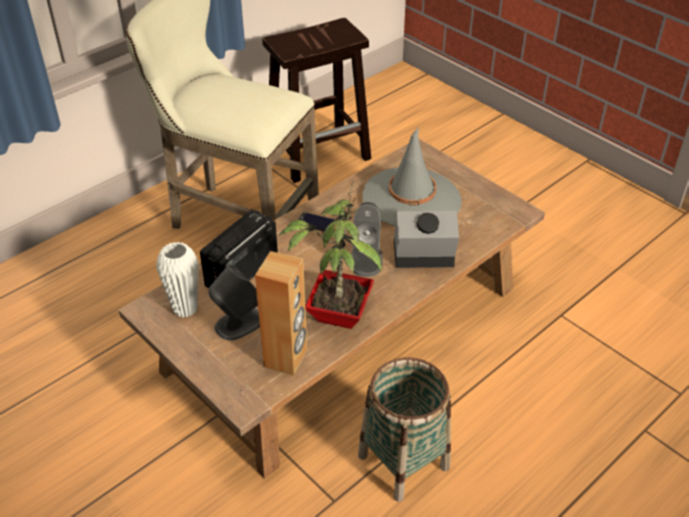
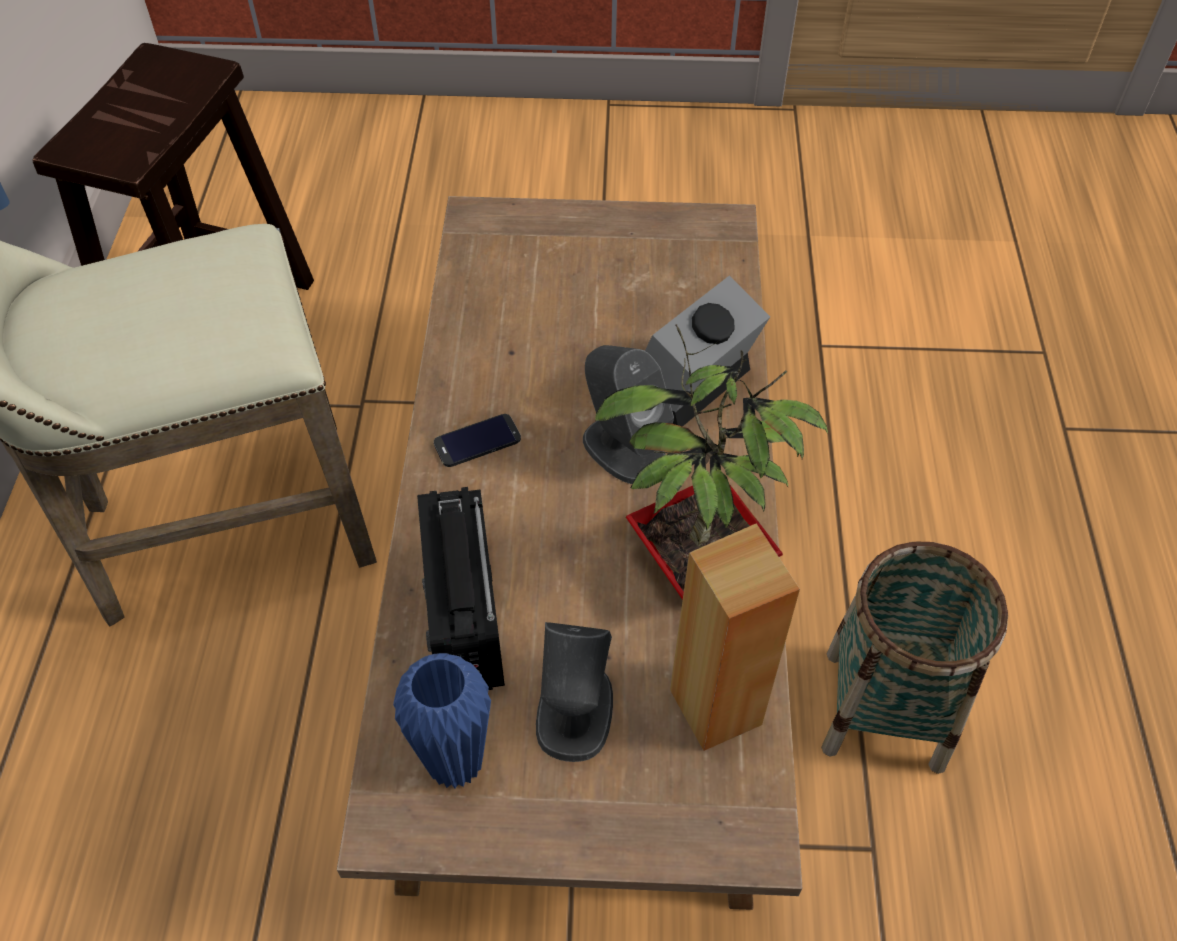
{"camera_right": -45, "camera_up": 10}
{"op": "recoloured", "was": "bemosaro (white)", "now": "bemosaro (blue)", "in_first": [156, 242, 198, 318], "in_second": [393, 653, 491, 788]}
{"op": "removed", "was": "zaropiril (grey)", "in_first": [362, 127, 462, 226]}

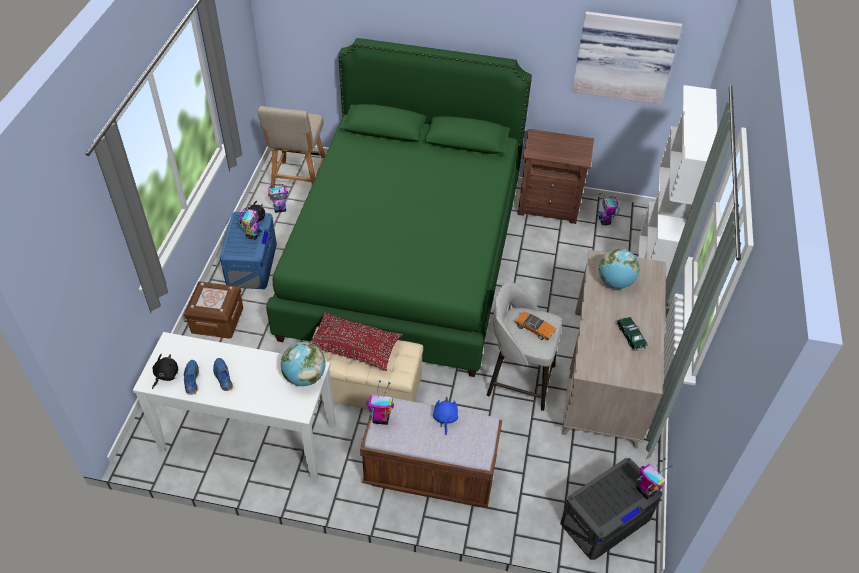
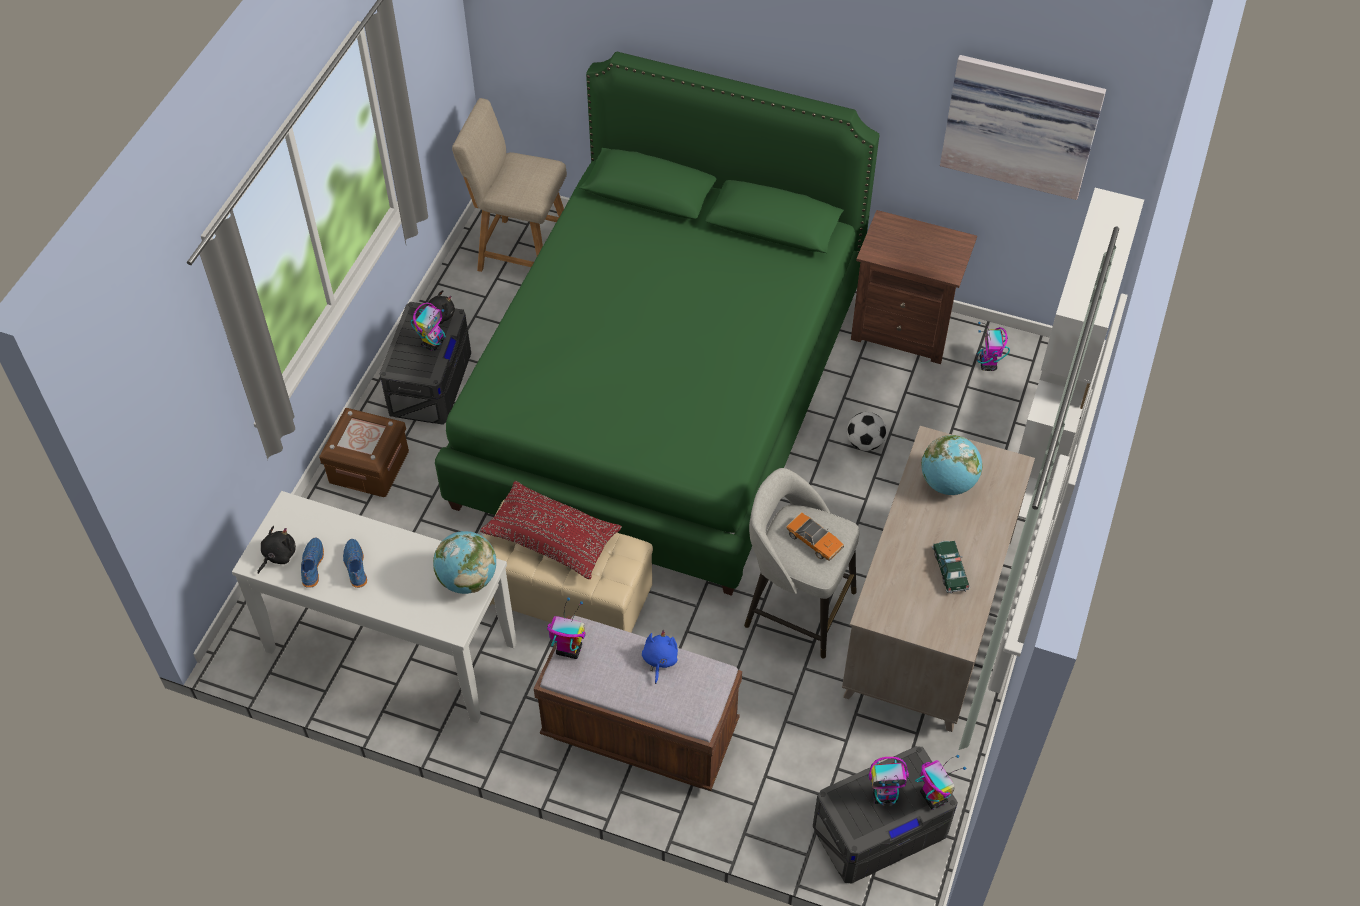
{"camera_right": 10, "camera_up": 5}
{"op": "recoloured", "was": "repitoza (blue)", "now": "repitoza (grey)", "in_first": [220, 212, 277, 289], "in_second": [380, 302, 471, 425]}
{"op": "turned", "was": "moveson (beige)", "in_first": [258, 106, 325, 188], "in_second": [452, 98, 567, 272], "clockwise": 90}
{"op": "added", "now": "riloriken", "in_second": [847, 412, 886, 451]}
{"op": "moved", "was": "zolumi", "in_first": [268, 184, 288, 213], "in_second": [868, 757, 909, 806]}

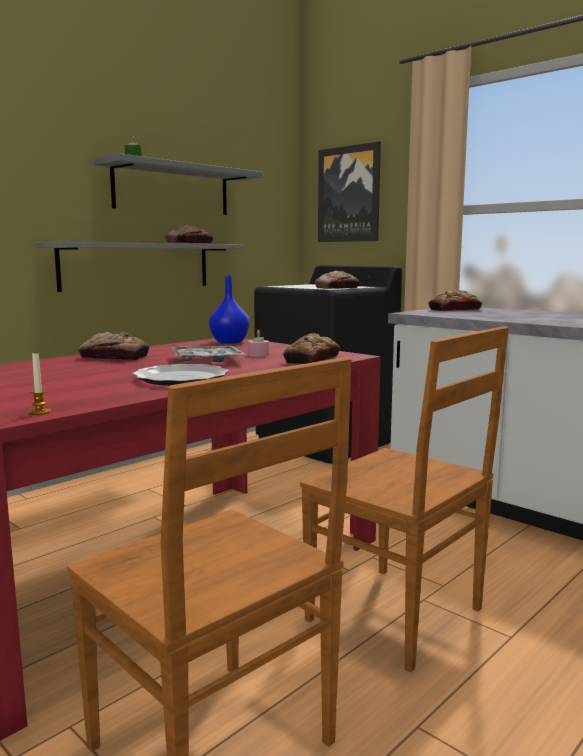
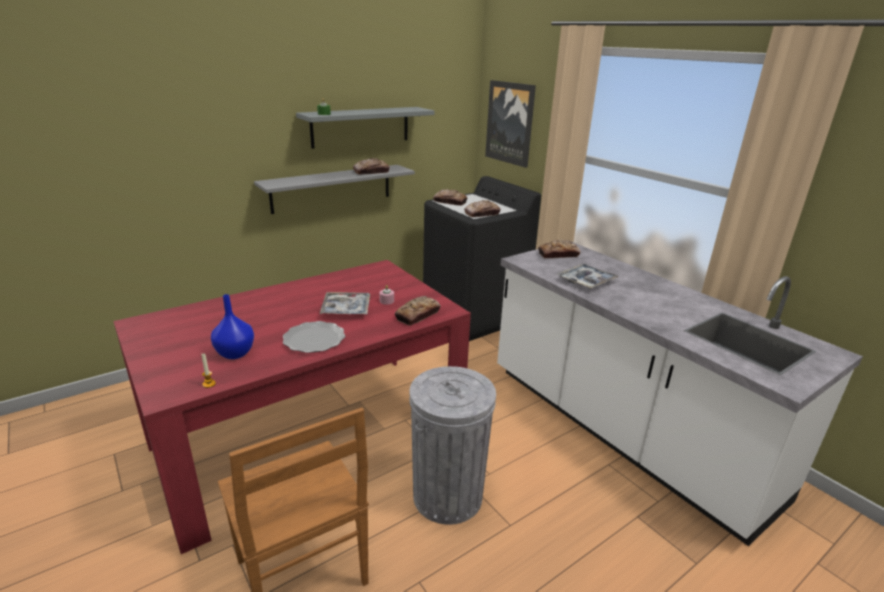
{"camera_right": 10, "camera_up": 15}
{"op": "moved", "was": "bemosaro (blue)", "in_first": [209, 276, 250, 344], "in_second": [211, 294, 254, 359]}
{"op": "replaced", "was": "moveson (brown)", "now": "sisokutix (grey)", "in_first": [300, 326, 509, 672], "in_second": [409, 366, 496, 525]}
{"op": "moved", "was": "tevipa", "in_first": [78, 332, 149, 361], "in_second": [433, 189, 468, 206]}
{"op": "added", "now": "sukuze", "in_second": [557, 264, 618, 289]}

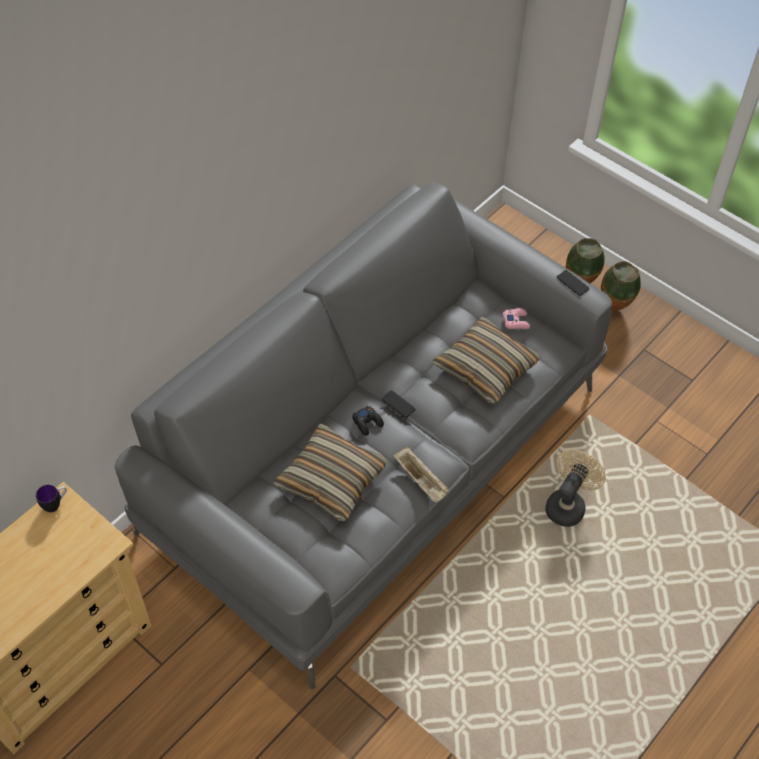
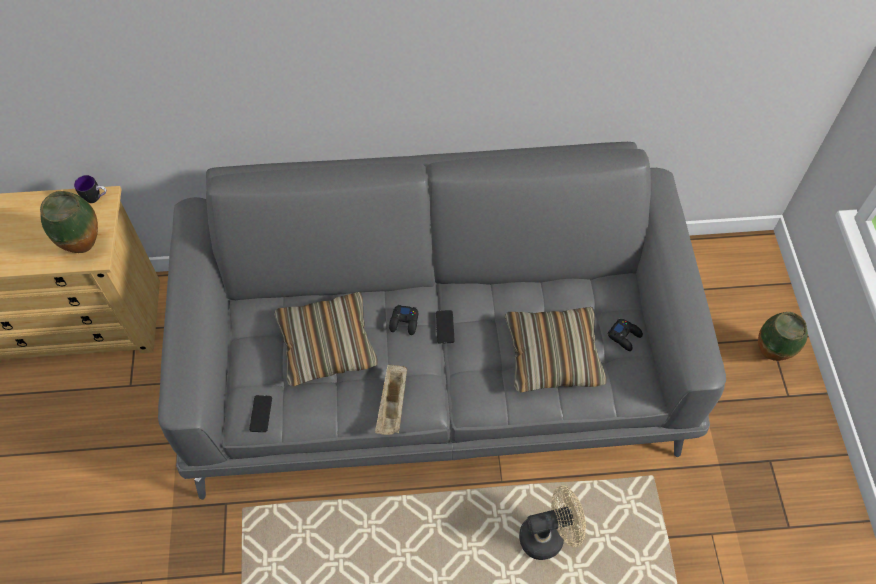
{"camera_right": 45, "camera_up": 5}
{"op": "moved", "was": "bemosaro", "in_first": [601, 261, 641, 311], "in_second": [40, 191, 98, 253]}
{"op": "moved", "was": "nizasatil", "in_first": [557, 270, 589, 296], "in_second": [249, 395, 272, 432]}
{"op": "recoloured", "was": "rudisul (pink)", "now": "rudisul (black)", "in_first": [503, 308, 530, 329], "in_second": [608, 318, 643, 351]}

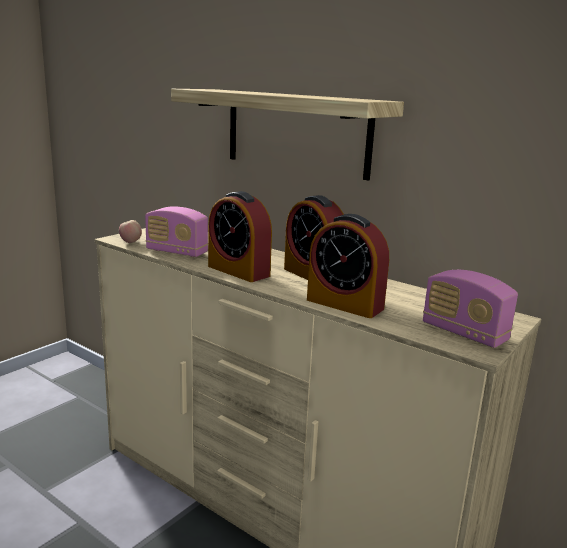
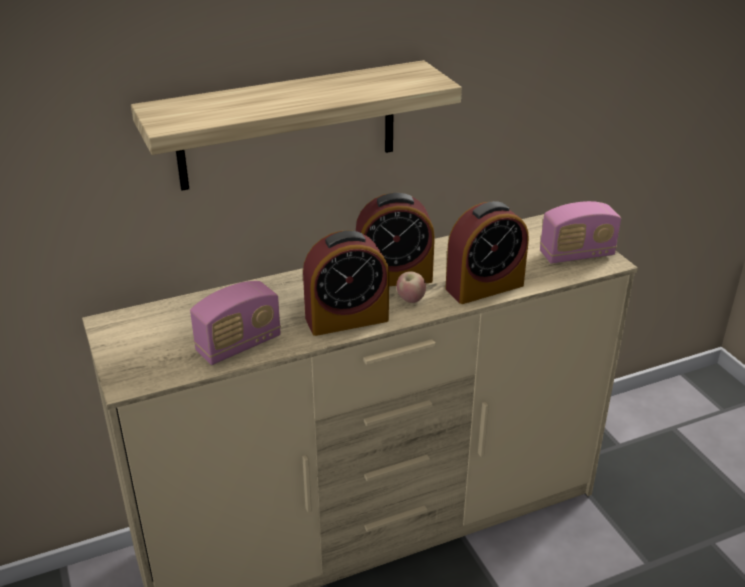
{"camera_right": -60, "camera_up": 15}
{"op": "moved", "was": "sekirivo", "in_first": [119, 220, 142, 243], "in_second": [397, 271, 426, 303]}

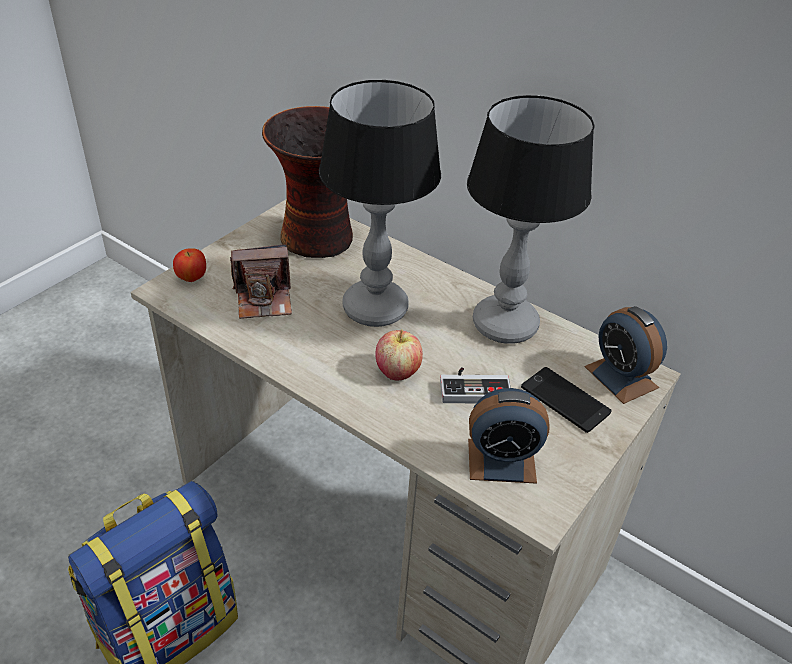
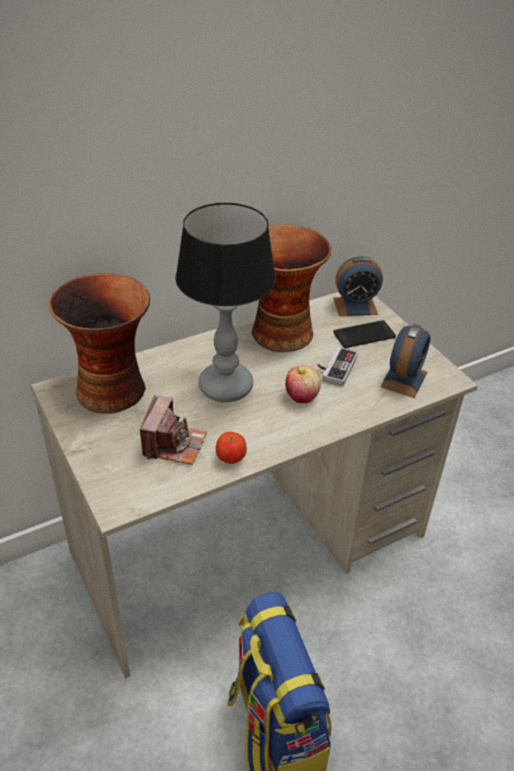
{"camera_right": -65, "camera_up": 0}
{"op": "moved", "was": "sekirivo", "in_first": [173, 248, 206, 282], "in_second": [216, 432, 247, 464]}
{"op": "replaced", "was": "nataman", "now": "bemosaro", "in_first": [467, 95, 595, 344], "in_second": [252, 225, 331, 352]}

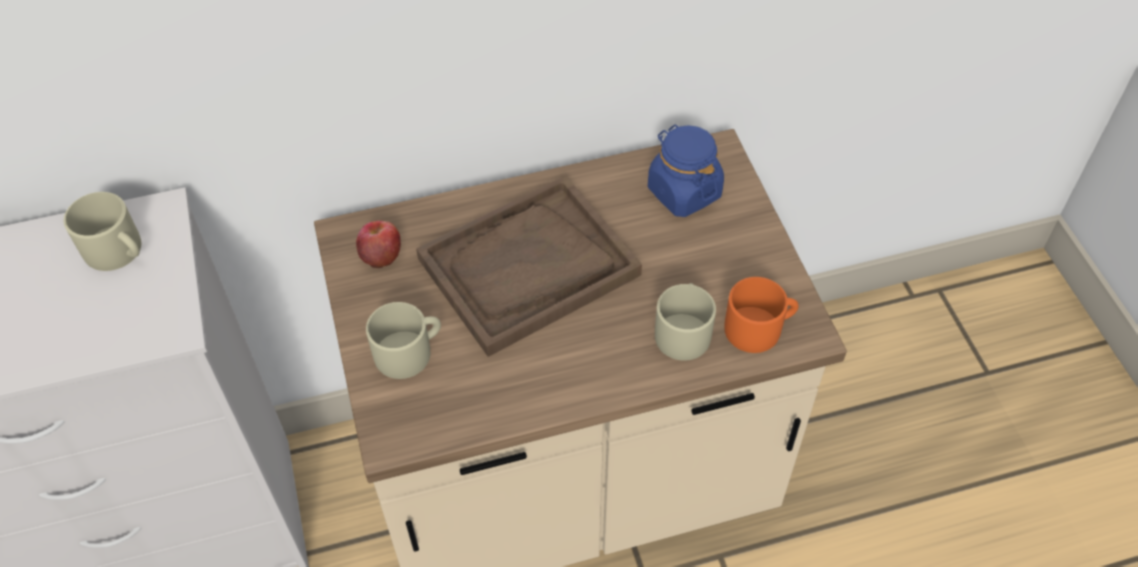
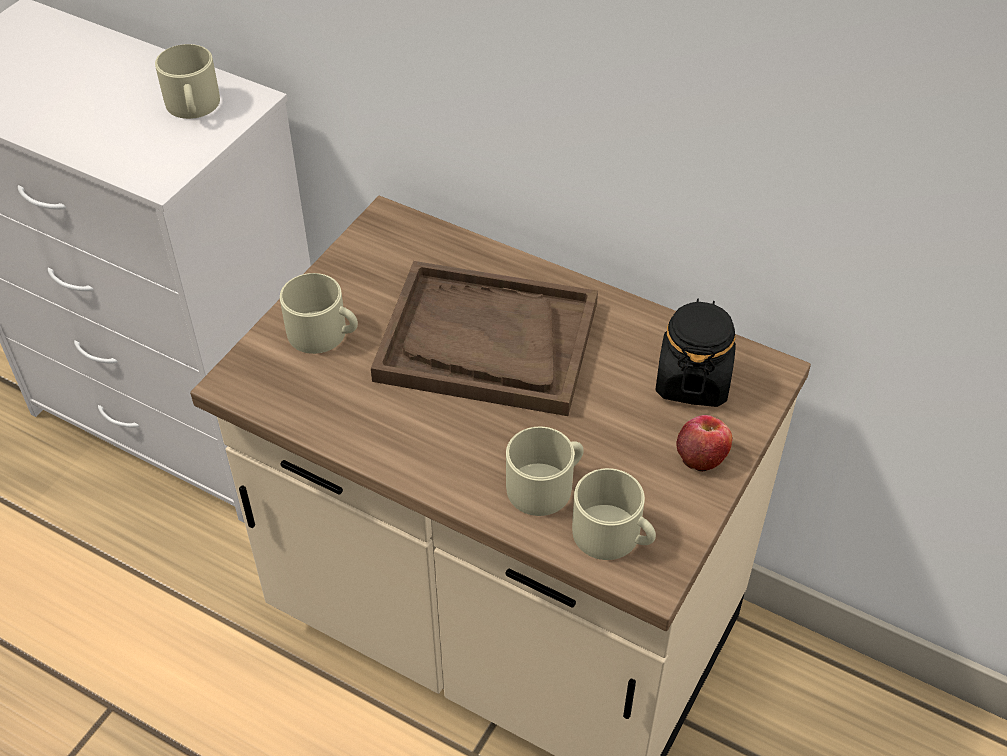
{"camera_right": 45, "camera_up": -5}
{"op": "recoloured", "was": "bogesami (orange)", "now": "bogesami (beige)", "in_first": [724, 277, 799, 353], "in_second": [572, 468, 656, 560]}
{"op": "recoloured", "was": "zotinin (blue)", "now": "zotinin (black)", "in_first": [648, 124, 724, 217], "in_second": [655, 299, 736, 407]}
{"op": "moved", "was": "sekirivo", "in_first": [356, 220, 401, 268], "in_second": [676, 415, 733, 472]}

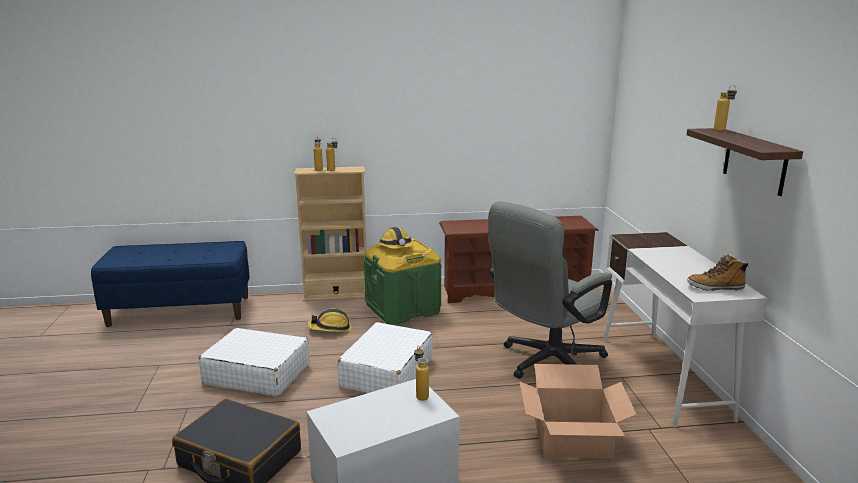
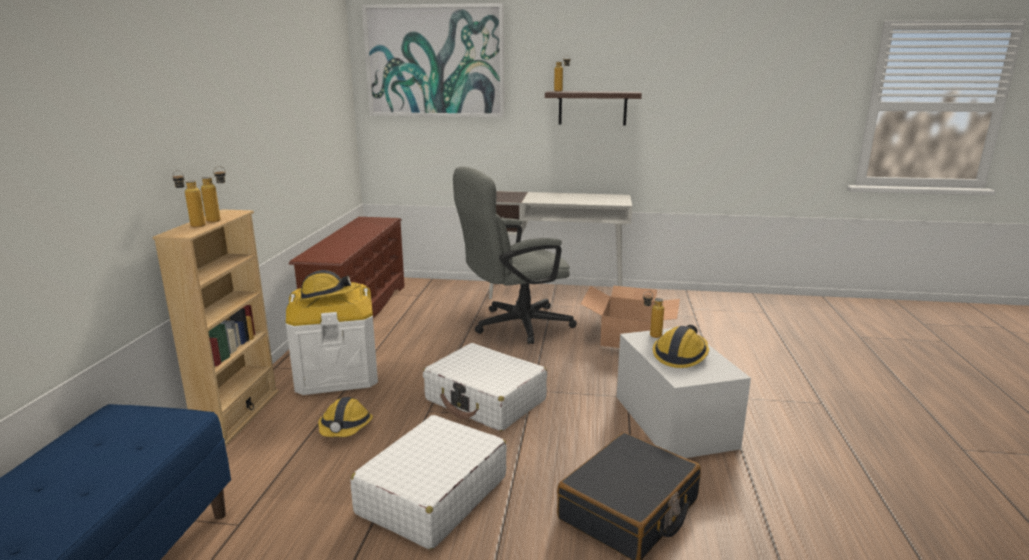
{"camera_right": -75, "camera_up": 0}
{"op": "recoloured", "was": "repitoza (green)", "now": "repitoza (white)", "in_first": [364, 239, 441, 325], "in_second": [286, 282, 378, 395]}
{"op": "added", "now": "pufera", "in_second": [362, 3, 504, 117]}
{"op": "turned", "was": "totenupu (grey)", "in_first": [488, 202, 612, 379], "in_second": [453, 166, 577, 344], "clockwise": 90}
{"op": "added", "now": "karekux", "in_second": [653, 325, 709, 368]}
{"op": "removed", "was": "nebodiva", "in_first": [687, 253, 748, 291]}

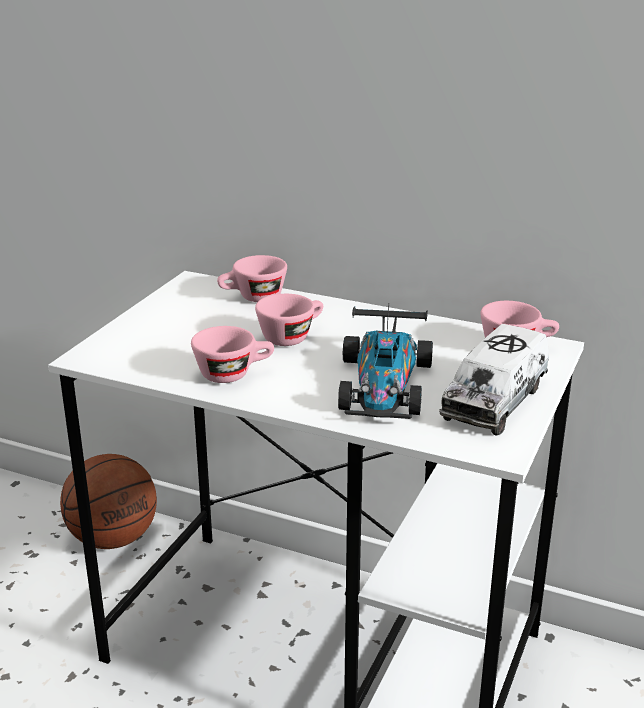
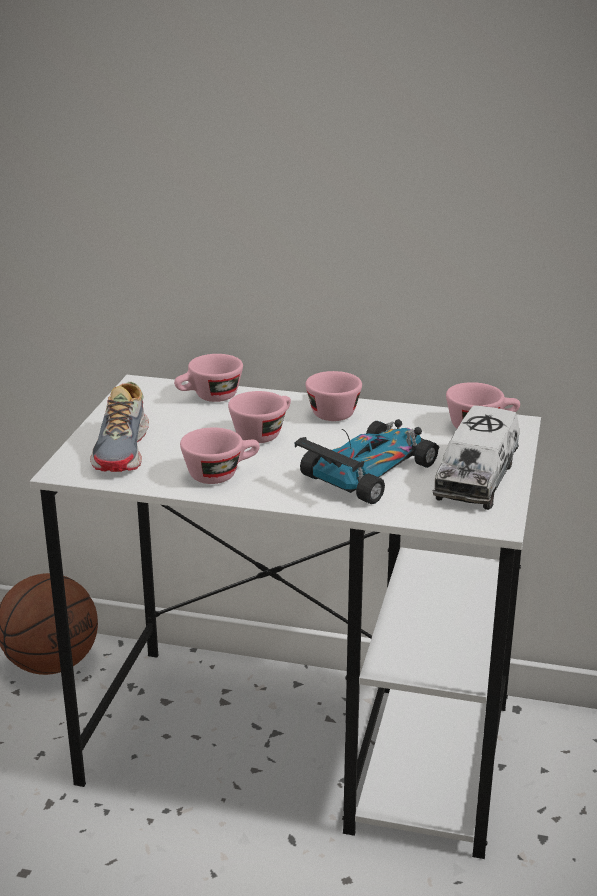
{"camera_right": -10, "camera_up": 0}
{"op": "added", "now": "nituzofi", "in_second": [90, 382, 149, 472]}
{"op": "turned", "was": "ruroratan", "in_first": [338, 303, 433, 419], "in_second": [295, 419, 440, 504], "clockwise": -135}
{"op": "added", "now": "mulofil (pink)", "in_second": [305, 371, 362, 421]}

